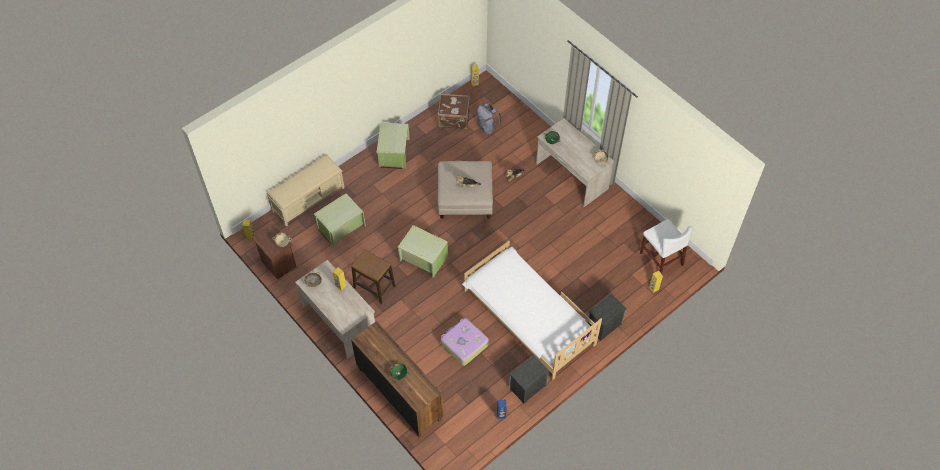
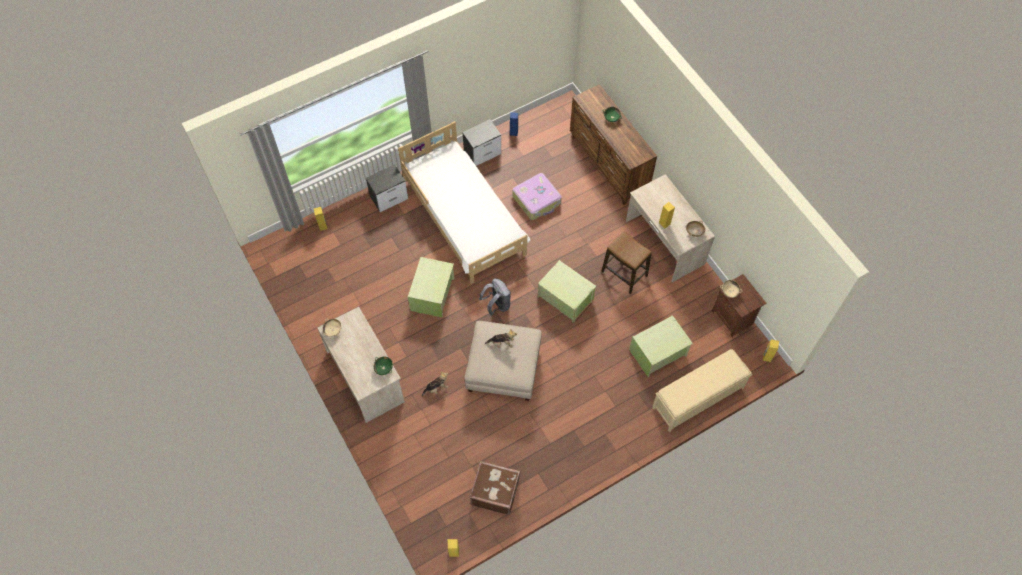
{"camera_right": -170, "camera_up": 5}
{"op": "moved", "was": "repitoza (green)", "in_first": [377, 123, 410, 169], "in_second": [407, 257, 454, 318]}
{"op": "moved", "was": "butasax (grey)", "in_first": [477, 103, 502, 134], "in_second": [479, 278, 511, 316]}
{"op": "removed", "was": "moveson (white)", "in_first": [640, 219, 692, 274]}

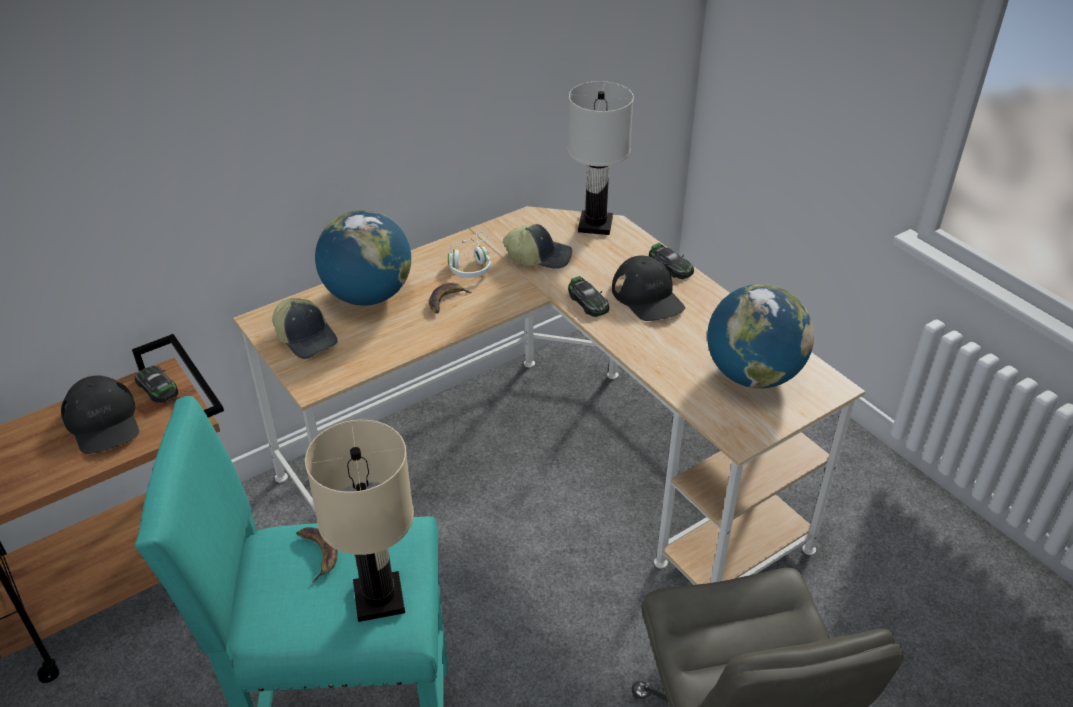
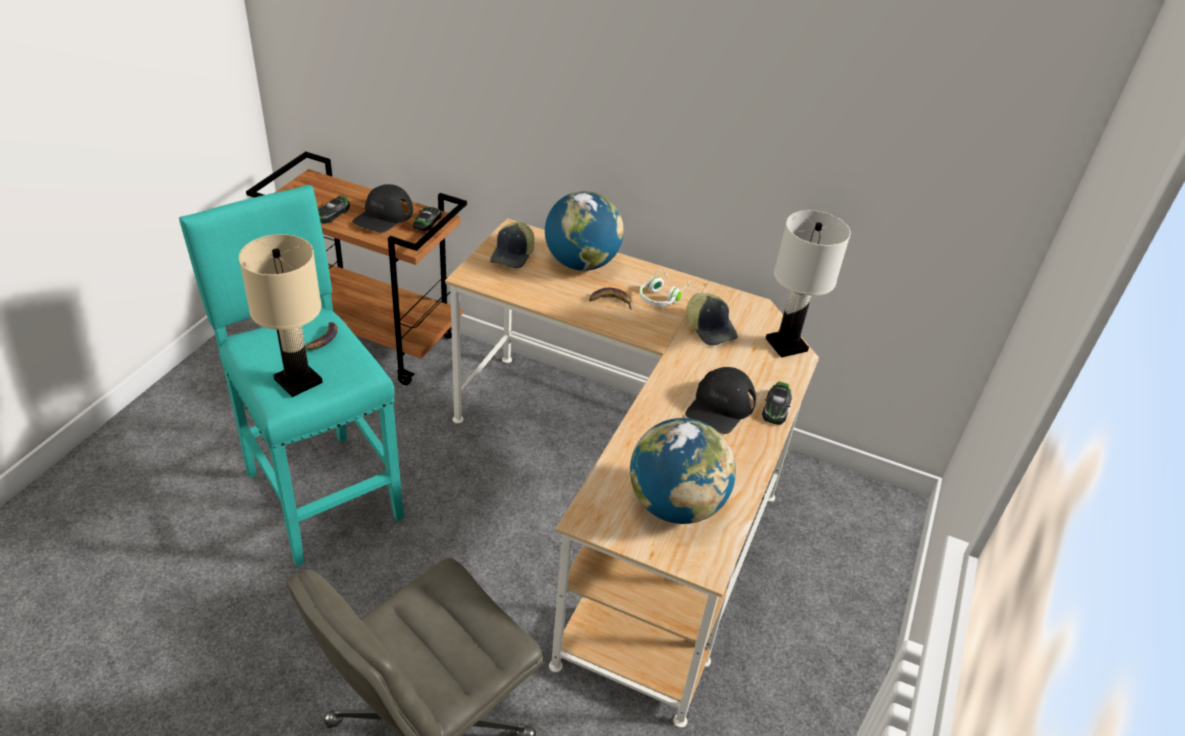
{"camera_right": 55, "camera_up": 0}
{"op": "moved", "was": "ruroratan", "in_first": [568, 276, 609, 317], "in_second": [318, 195, 350, 224]}

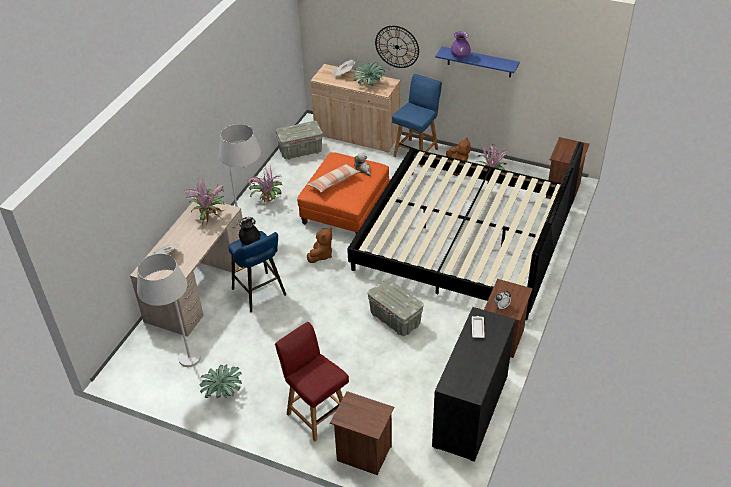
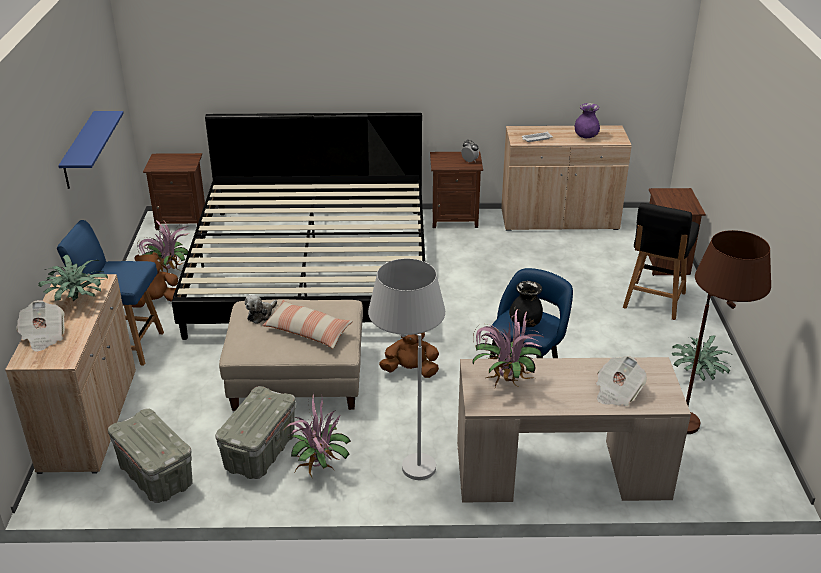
{"camera_right": -115, "camera_up": -10}
{"op": "moved", "was": "repitoza (grey)", "in_first": [368, 279, 424, 336], "in_second": [215, 386, 296, 479]}
{"op": "recoloured", "was": "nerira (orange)", "now": "nerira (beige)", "in_first": [297, 152, 390, 234], "in_second": [219, 299, 363, 411]}
{"op": "recoloured", "was": "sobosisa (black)", "now": "sobosisa (beige)", "in_first": [432, 307, 515, 462], "in_second": [501, 125, 632, 231]}
{"op": "moved", "was": "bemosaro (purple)", "in_first": [451, 31, 471, 58], "in_second": [575, 103, 600, 138]}
{"op": "recoloured", "was": "moveson (red)", "now": "moveson (black)", "in_first": [275, 322, 349, 441], "in_second": [623, 203, 699, 320]}
{"op": "recoloured", "was": "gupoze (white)", "now": "gupoze (brown)", "in_first": [137, 254, 201, 367], "in_second": [686, 230, 771, 434]}
{"op": "removed", "was": "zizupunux", "in_first": [375, 26, 419, 68]}

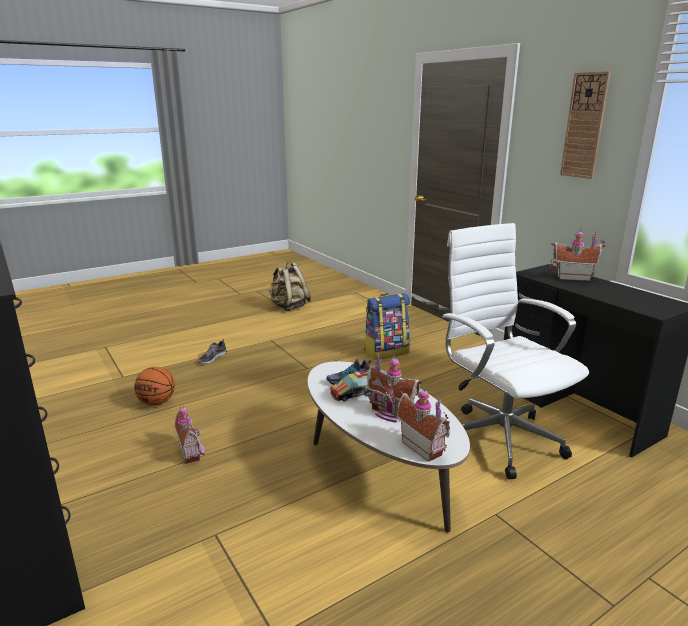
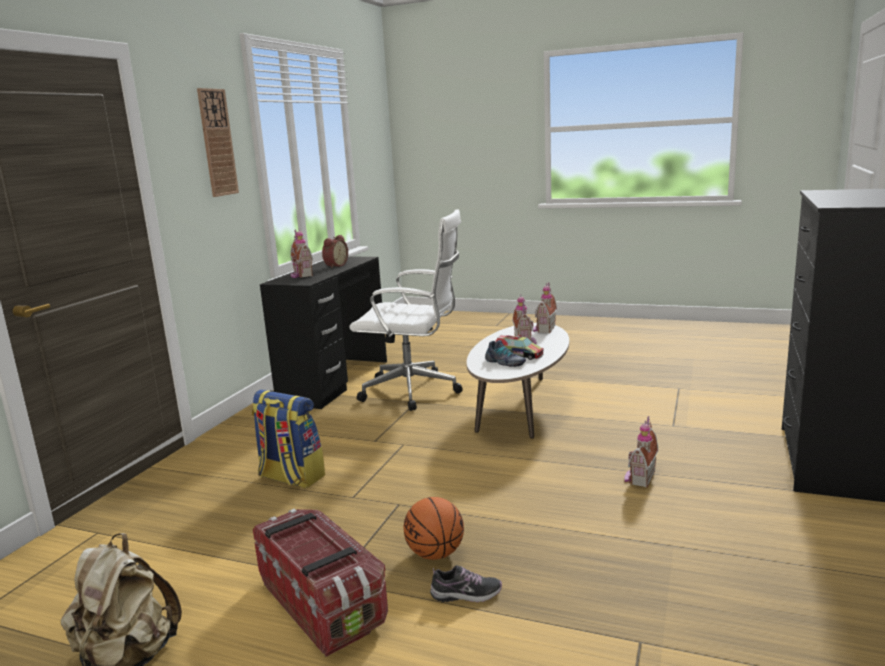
{"camera_right": -125, "camera_up": -5}
{"op": "added", "now": "repitoza", "in_second": [253, 509, 388, 657]}
{"op": "added", "now": "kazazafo", "in_second": [322, 235, 348, 268]}
{"op": "turned", "was": "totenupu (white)", "in_first": [442, 223, 589, 479], "in_second": [349, 209, 463, 411], "clockwise": -105}
{"op": "moved", "was": "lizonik", "in_first": [134, 367, 175, 406], "in_second": [404, 497, 464, 560]}

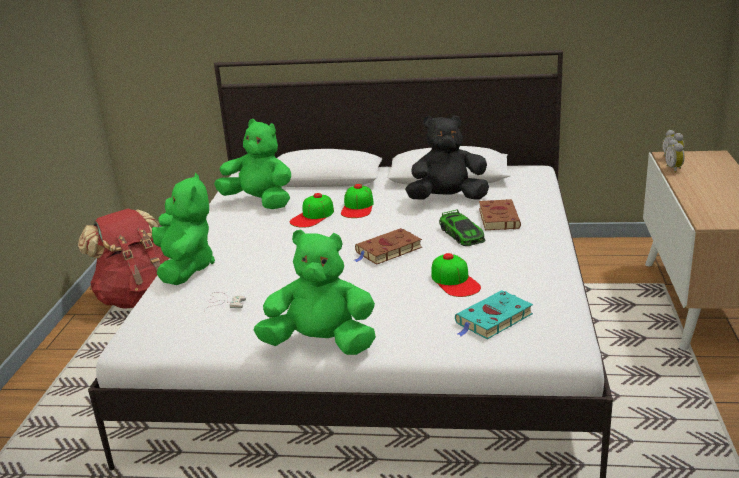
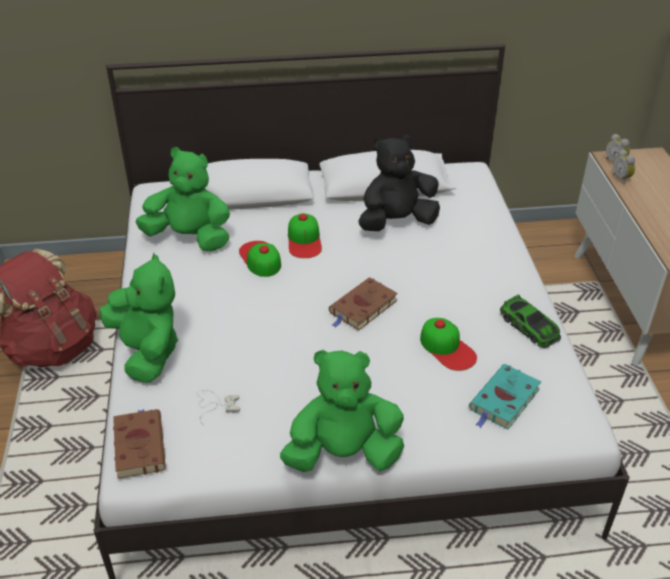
{"camera_right": -15, "camera_up": 15}
{"op": "moved", "was": "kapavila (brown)", "in_first": [479, 199, 521, 230], "in_second": [113, 409, 166, 479]}
{"op": "turned", "was": "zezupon", "in_first": [290, 193, 334, 228], "in_second": [239, 241, 281, 277], "clockwise": 135}
{"op": "moved", "was": "ruroratan", "in_first": [439, 210, 486, 246], "in_second": [500, 295, 561, 348]}

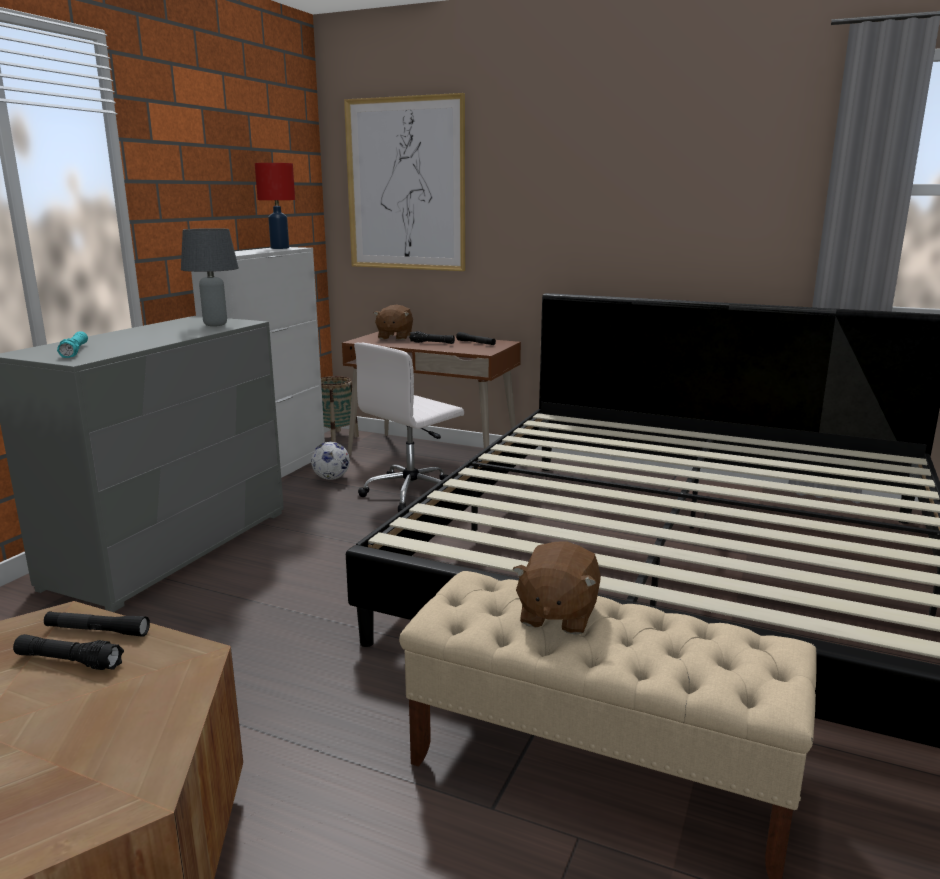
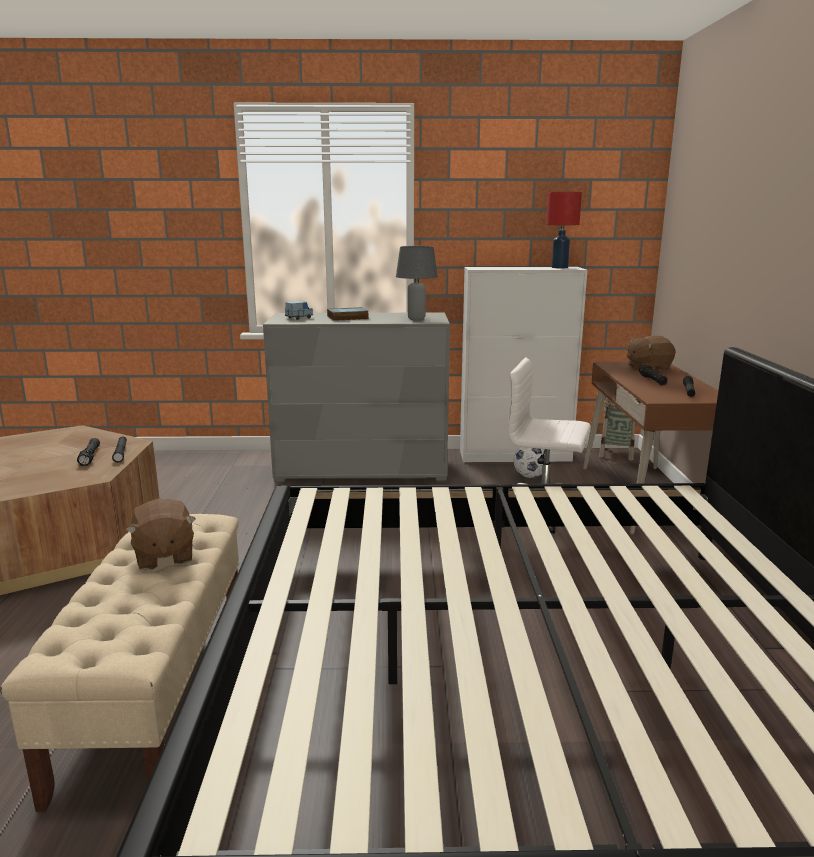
{"camera_right": 65, "camera_up": 0}
{"op": "turned", "was": "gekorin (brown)", "in_first": [512, 541, 601, 635], "in_second": [125, 499, 196, 570], "clockwise": -105}
{"op": "replaced", "was": "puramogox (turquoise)", "now": "ruroratan (blue)", "in_first": [57, 331, 88, 358], "in_second": [285, 301, 313, 320]}
{"op": "added", "now": "kapavila", "in_second": [327, 307, 369, 321]}
{"op": "removed", "was": "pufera", "in_first": [344, 93, 465, 271]}

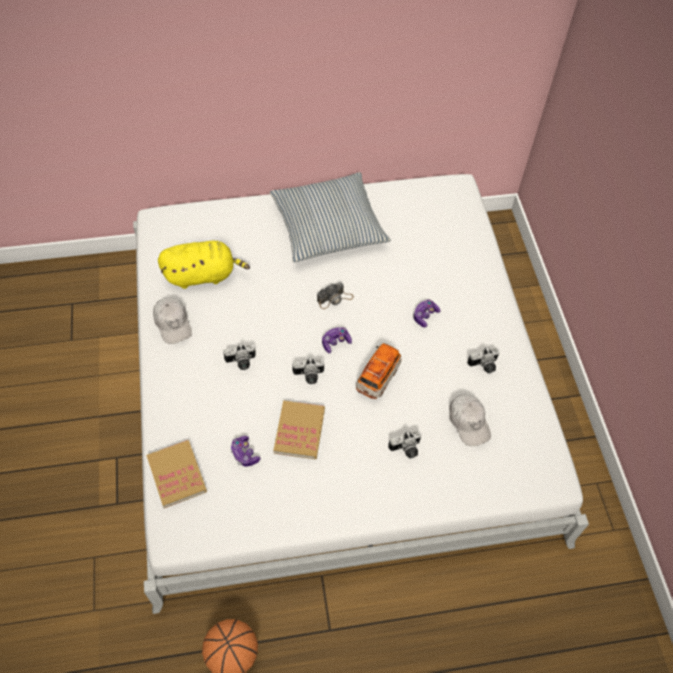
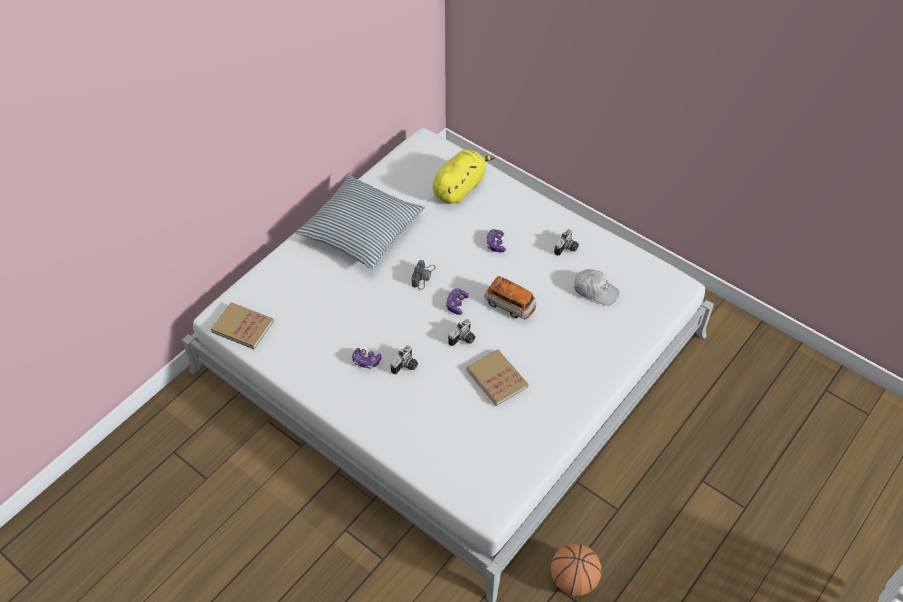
{"camera_right": -40, "camera_up": -5}
{"op": "moved", "was": "kapavila", "in_first": [146, 440, 207, 508], "in_second": [211, 302, 274, 349]}
{"op": "moved", "was": "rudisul", "in_first": [230, 436, 260, 467], "in_second": [352, 348, 382, 369]}
{"op": "moved", "was": "gekorin (yellow)", "in_first": [158, 241, 250, 289], "in_second": [432, 149, 495, 204]}
{"op": "turned", "was": "ruroratan", "in_first": [356, 343, 402, 399], "in_second": [484, 276, 537, 319], "clockwise": 135}
{"op": "removed", "was": "zezupon (white)", "in_first": [153, 297, 192, 344]}
{"op": "removed", "was": "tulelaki", "in_first": [388, 430, 422, 458]}

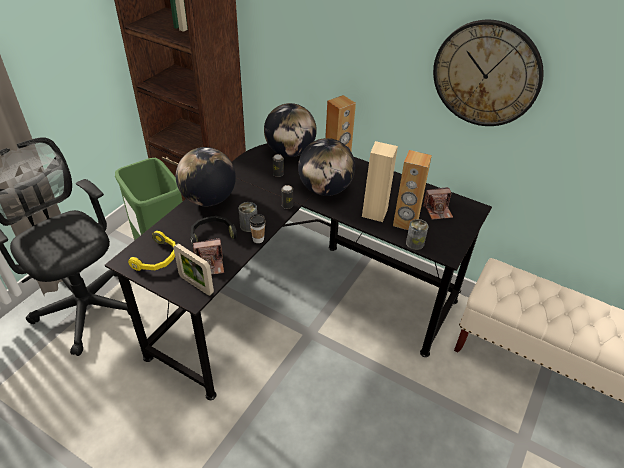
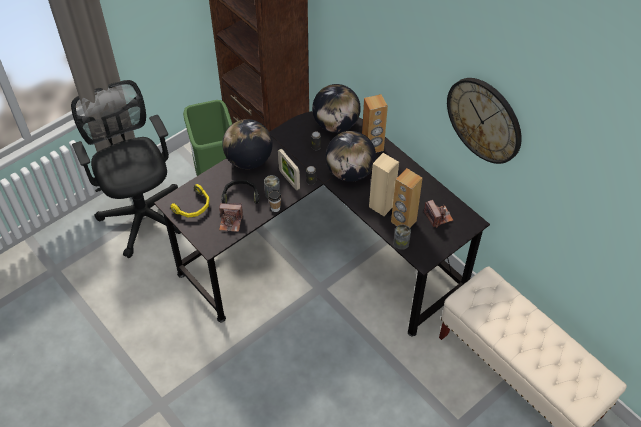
{"camera_right": 20, "camera_up": 10}
{"op": "moved", "was": "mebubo", "in_first": [173, 244, 214, 296], "in_second": [278, 149, 300, 191]}
{"op": "turned", "was": "tulelaki", "in_first": [423, 187, 453, 220], "in_second": [424, 200, 453, 227], "clockwise": -120}

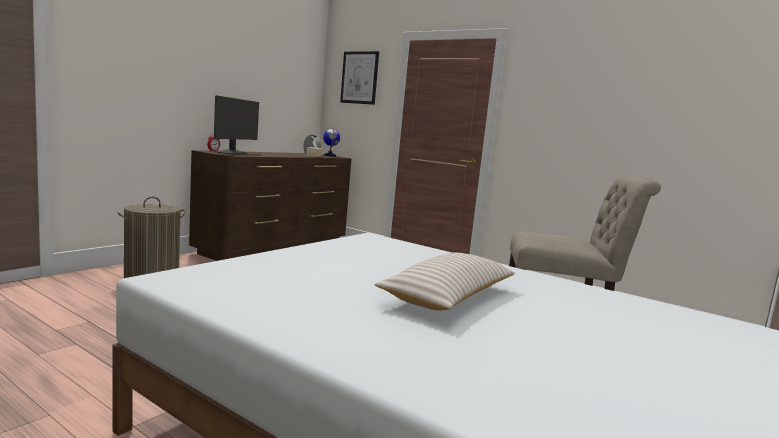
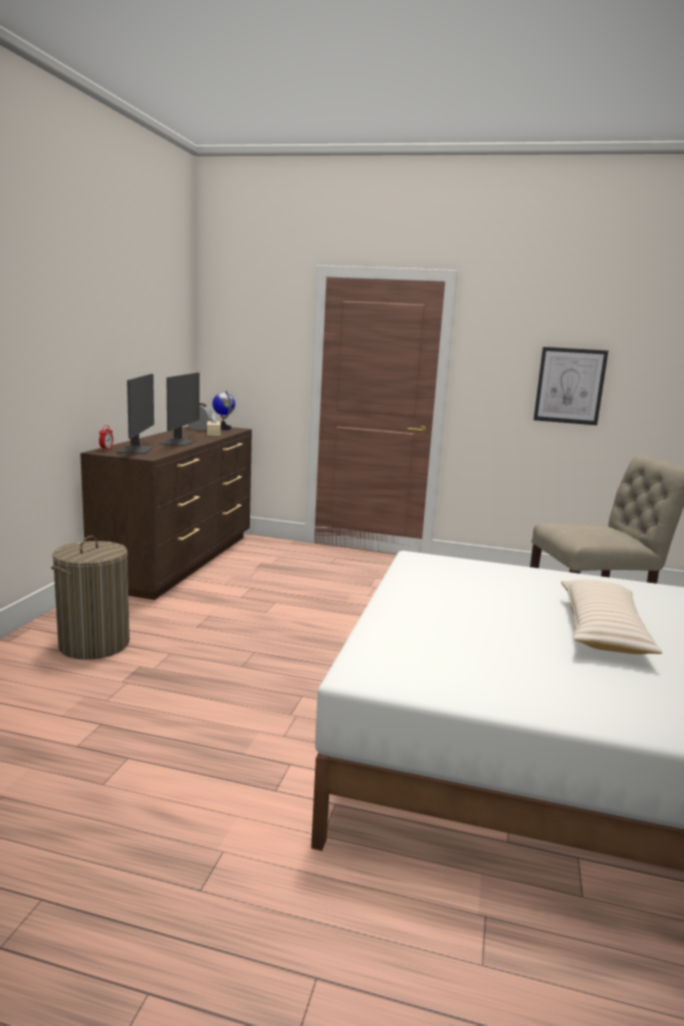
{"camera_right": -20, "camera_up": 5}
{"op": "added", "now": "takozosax", "in_second": [159, 372, 199, 446]}
{"op": "moved", "was": "pufera", "in_first": [340, 51, 379, 105], "in_second": [534, 347, 608, 425]}

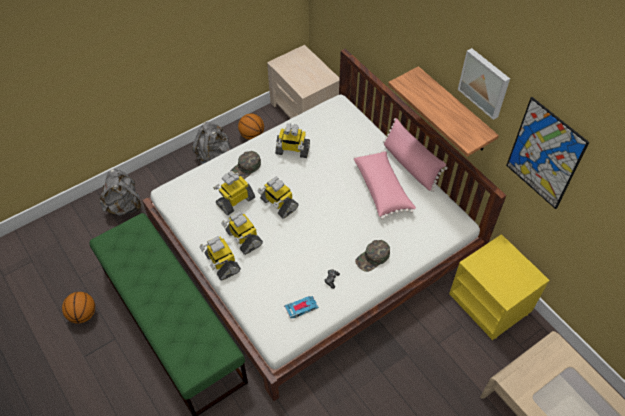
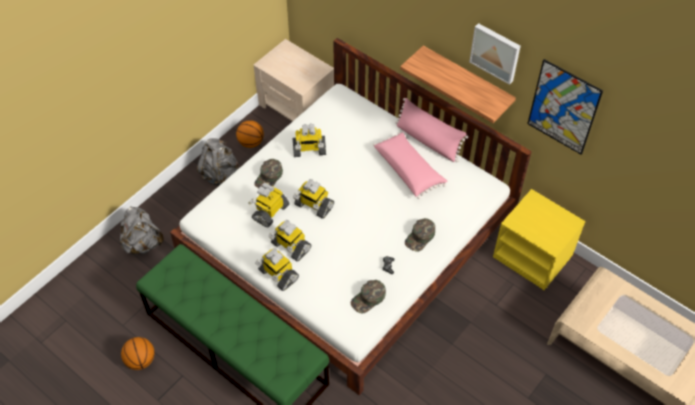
{"camera_right": -15, "camera_up": 0}
{"op": "replaced", "was": "ruroratan", "now": "zezupon (green)", "in_first": [284, 296, 319, 318], "in_second": [351, 280, 386, 313]}

